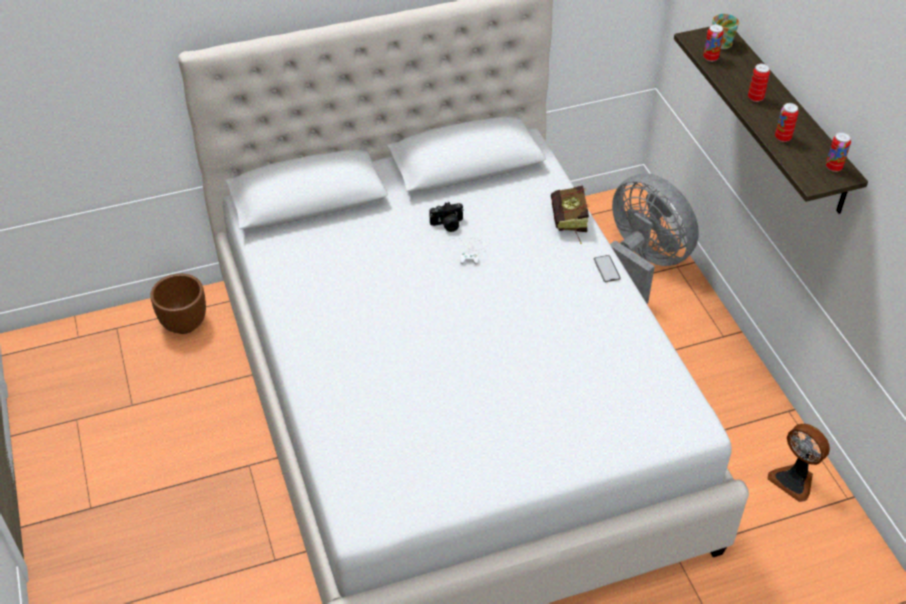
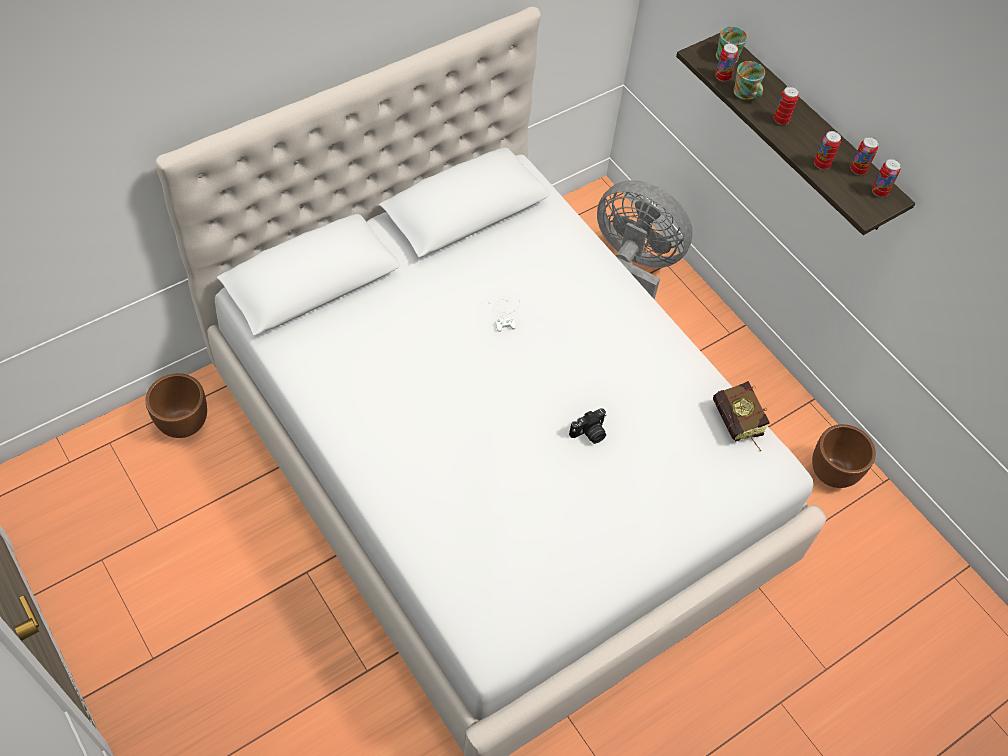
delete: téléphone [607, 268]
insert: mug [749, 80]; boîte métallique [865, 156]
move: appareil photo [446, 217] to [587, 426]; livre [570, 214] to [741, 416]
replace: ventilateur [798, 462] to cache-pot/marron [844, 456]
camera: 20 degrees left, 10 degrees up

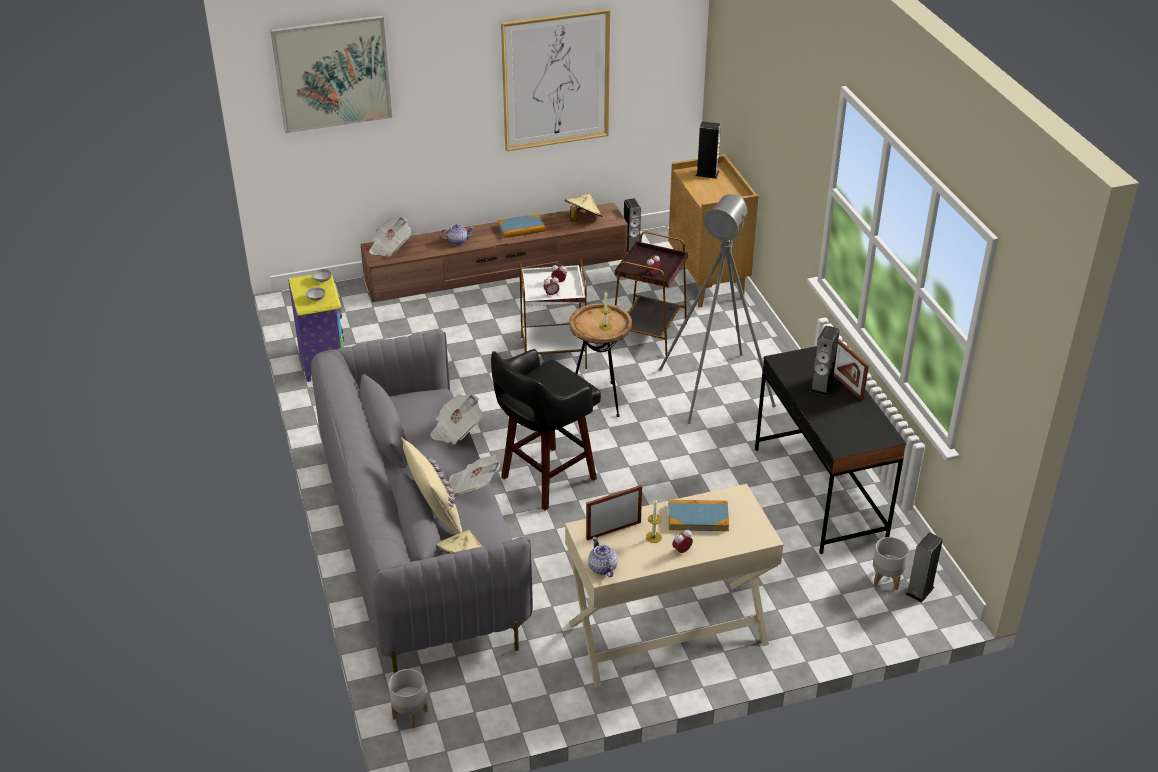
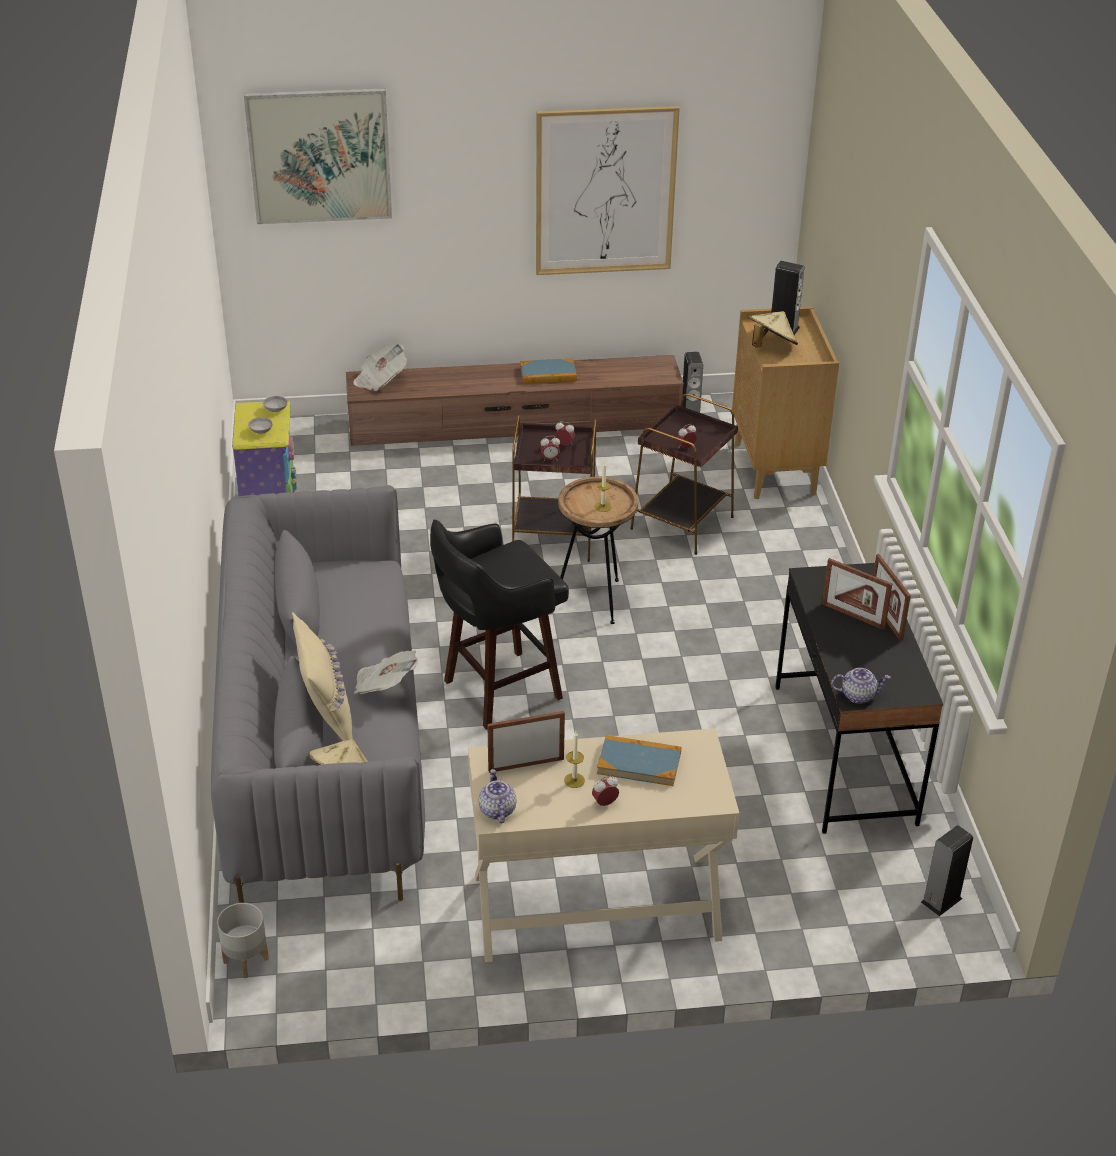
delete: journal [456, 419]; lampadaire/gris [717, 309]; cache-pot/gris [891, 563]
move: théière [457, 234] to [861, 686]; chapeau/beige [583, 208] to [773, 329]
replace: enceinte [825, 360] to cadre photo [857, 594]
recolor: table d'appoint/blanc [553, 315] to table d'appoint/marron [554, 488]
camera: 10 degrees right, 0 degrees up

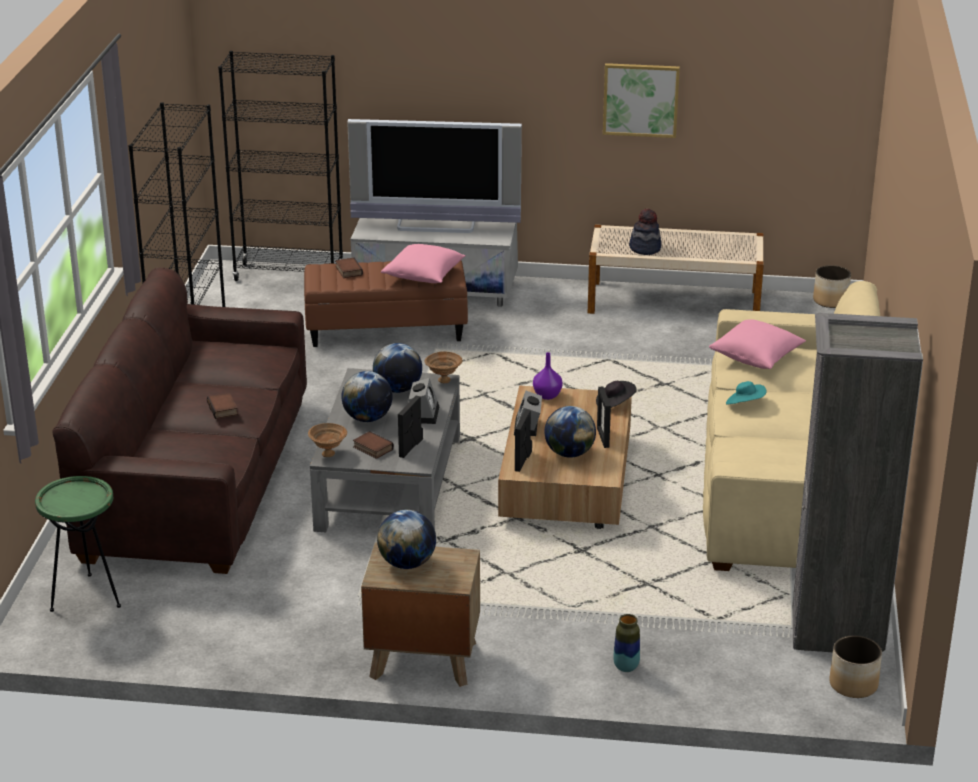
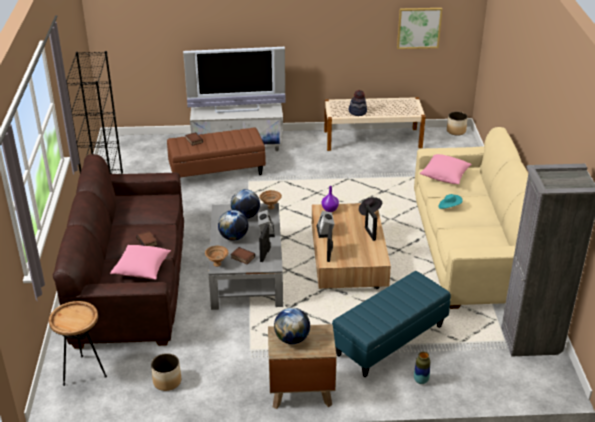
delete: bibliothèque/noir [281, 166]; globe [570, 432]
insert: pouf/bleu [391, 324]
move: coussin/rose [423, 263] to [140, 262]; tableau [641, 100] to [419, 28]; cache-pot [856, 666] to [166, 372]
recolor: table d'appoint/vert [78, 544] to table d'appoint/marron [78, 343]
camera: 10 degrees left, 5 degrees up

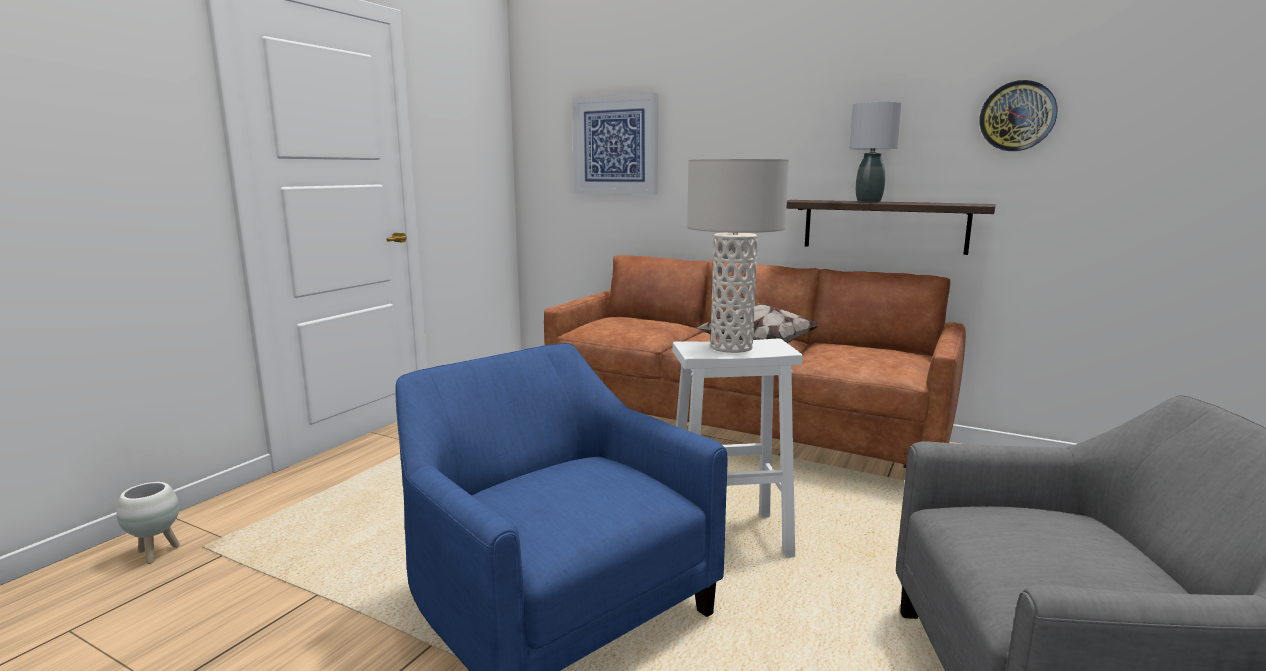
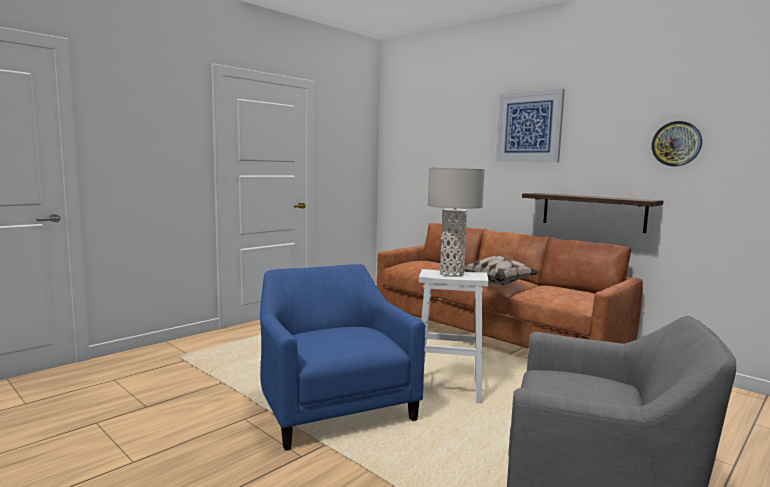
delete: cache-pot/blanc [148, 523]; lampe de table/gris [875, 152]
move: tableau [615, 144] to [530, 125]
camera: 15 degrees right, 5 degrees down

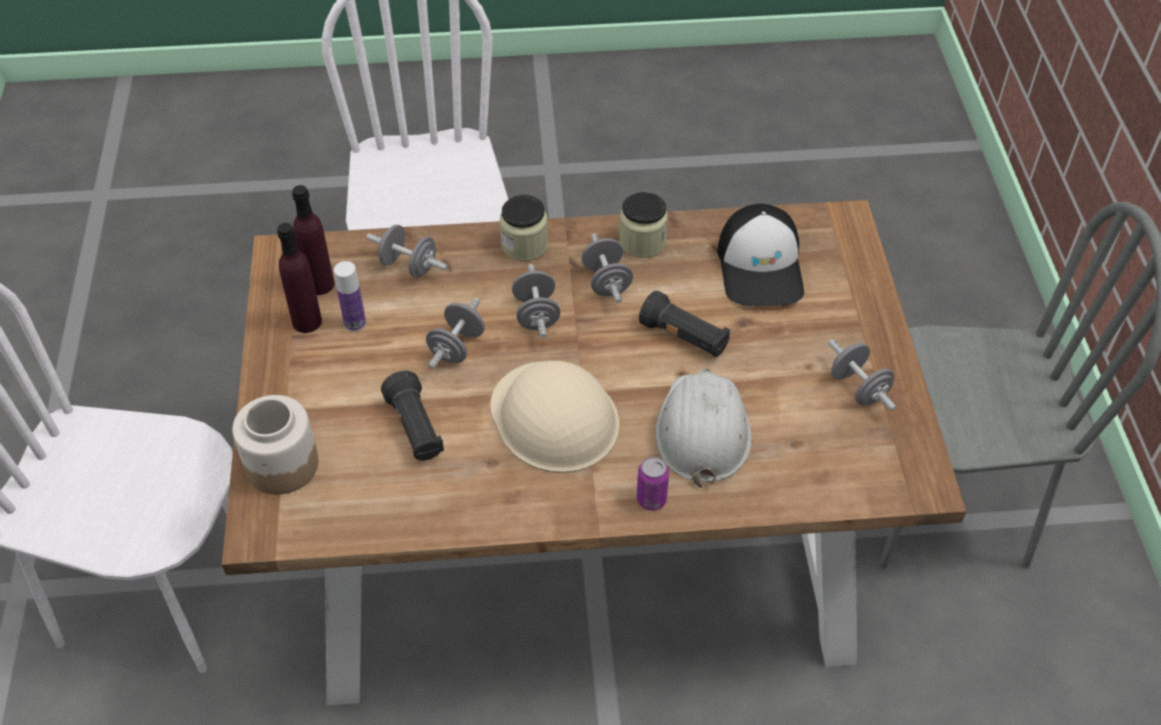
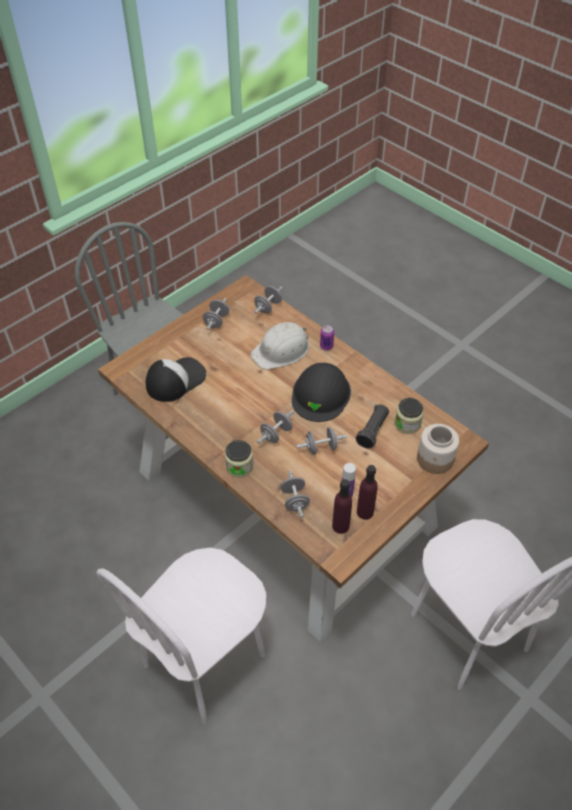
delete: lampe de poche/noir [684, 324]
move: haltère/gris [607, 268] to [268, 300]; bocal [643, 225] to [409, 416]
recolor: casque de chantier/beige [554, 417] to casque de chantier/noir [321, 392]
camera: 130 degrees left, 0 degrees up

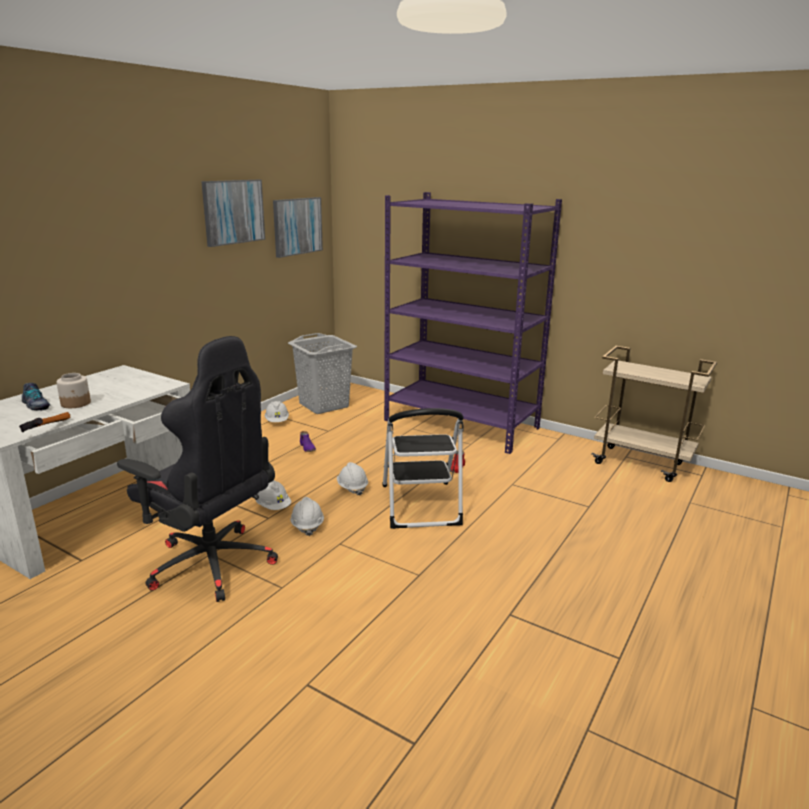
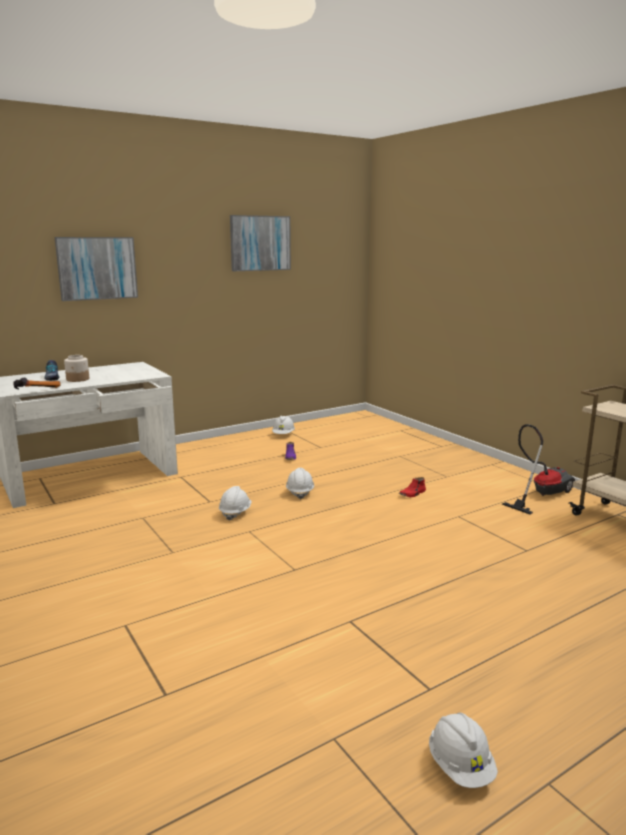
delete: chaise de bureau/noir [197, 469]; panier à linge/gris [322, 373]; escabeau [423, 468]; bibliothèque/violet [473, 323]
insert: aspirateur [538, 469]
move: casque de chantier/blanc [274, 495] to [463, 750]; tableau [298, 227] to [96, 269]
camera: 25 degrees right, 5 degrees down

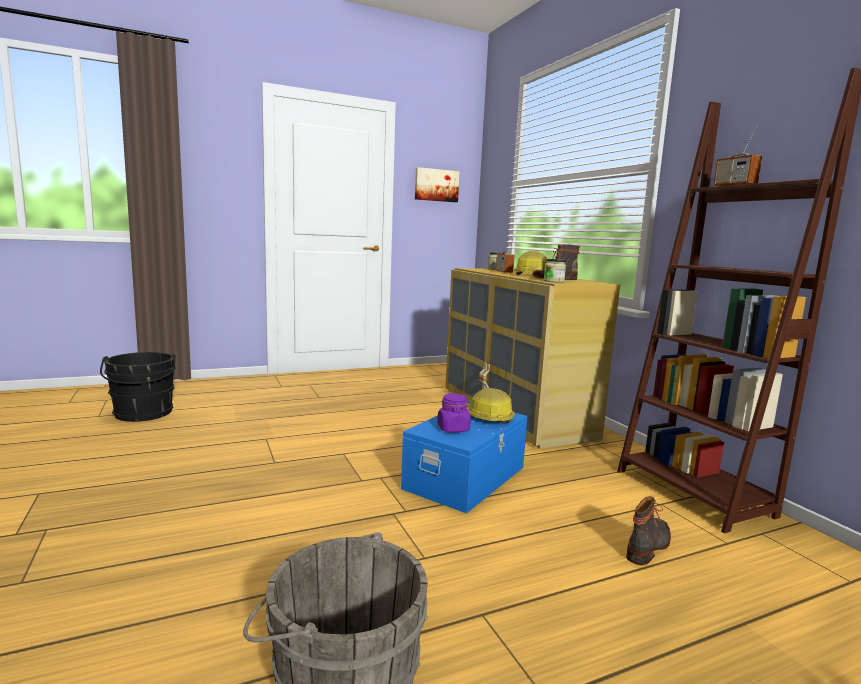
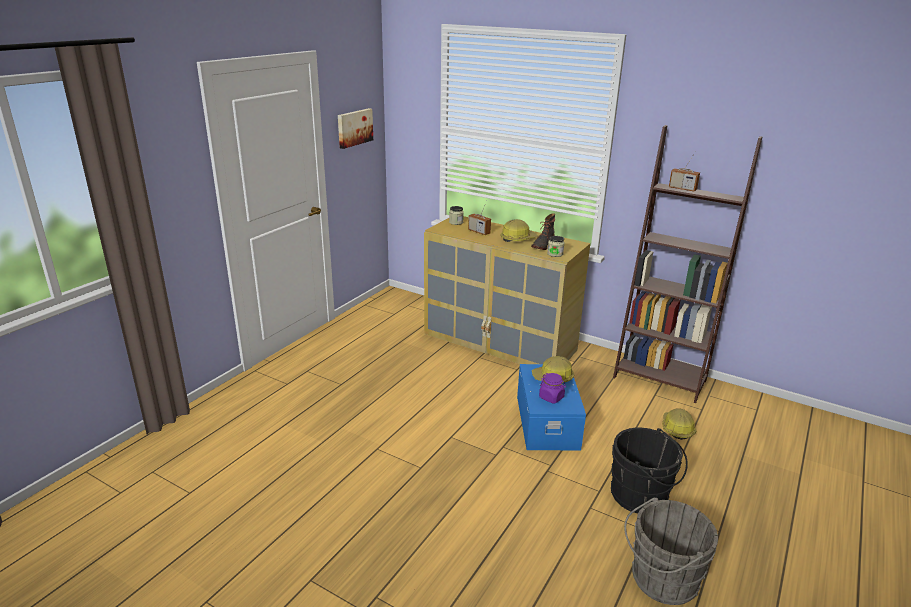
move: seau/noir [138, 387] to [649, 470]
replace: botte [648, 530] to casque de chantier [679, 424]
camera: 35 degrees left, 15 degrees up

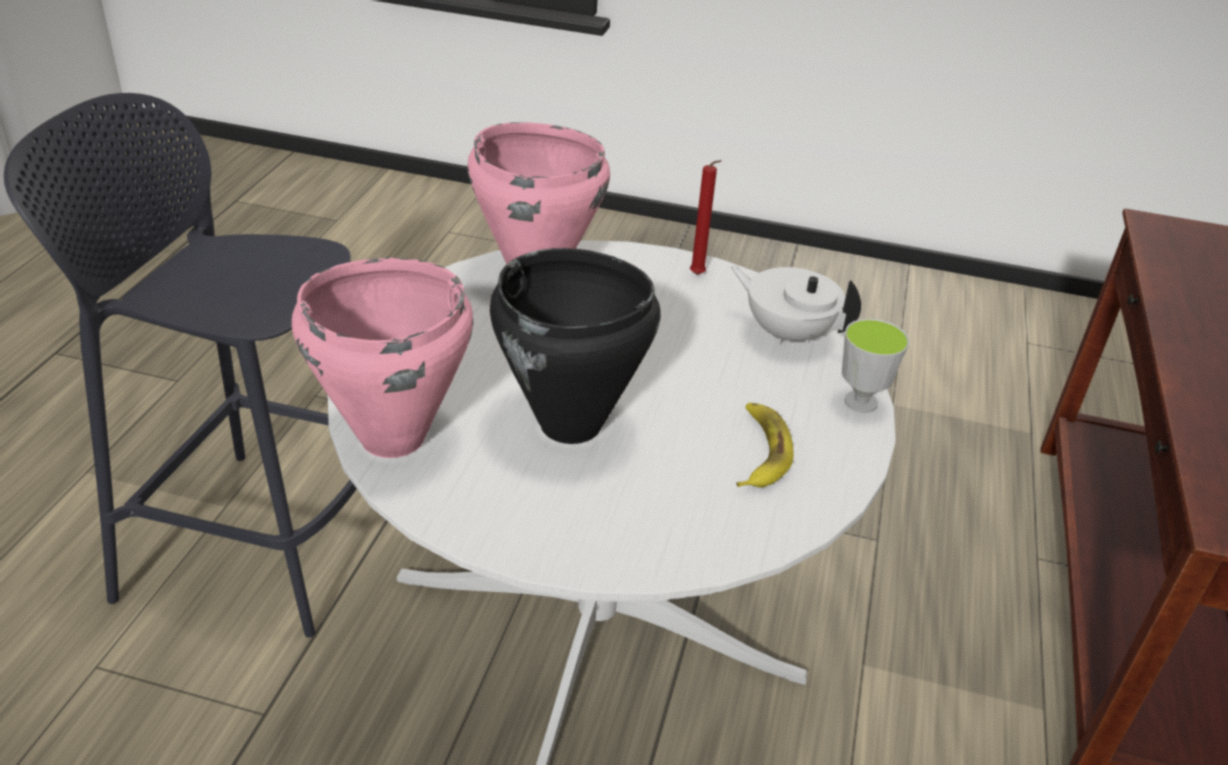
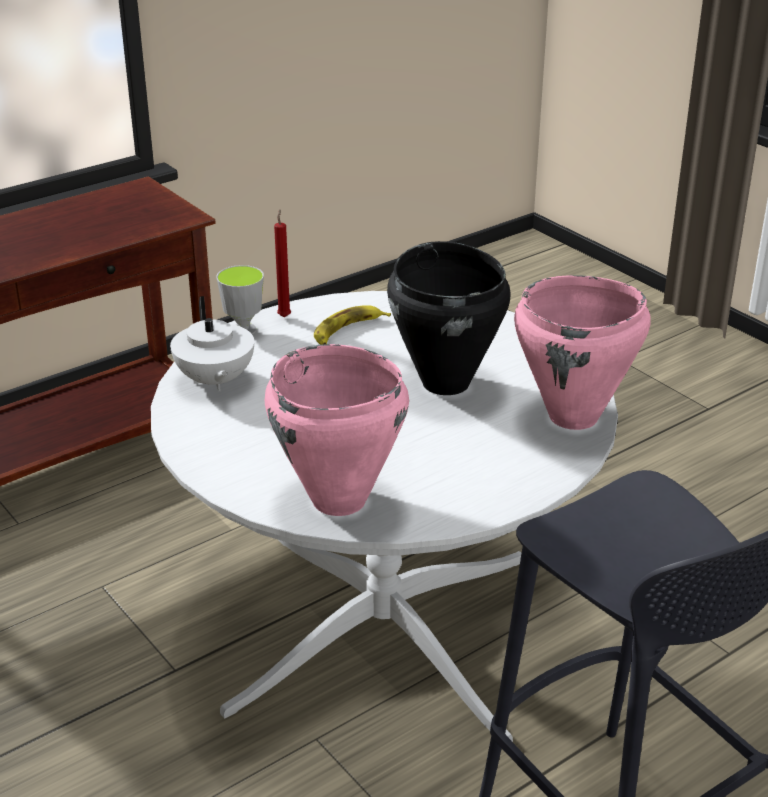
move: bougie/rouge [706, 217] to [282, 263]
camera: 140 degrees left, 5 degrees down

